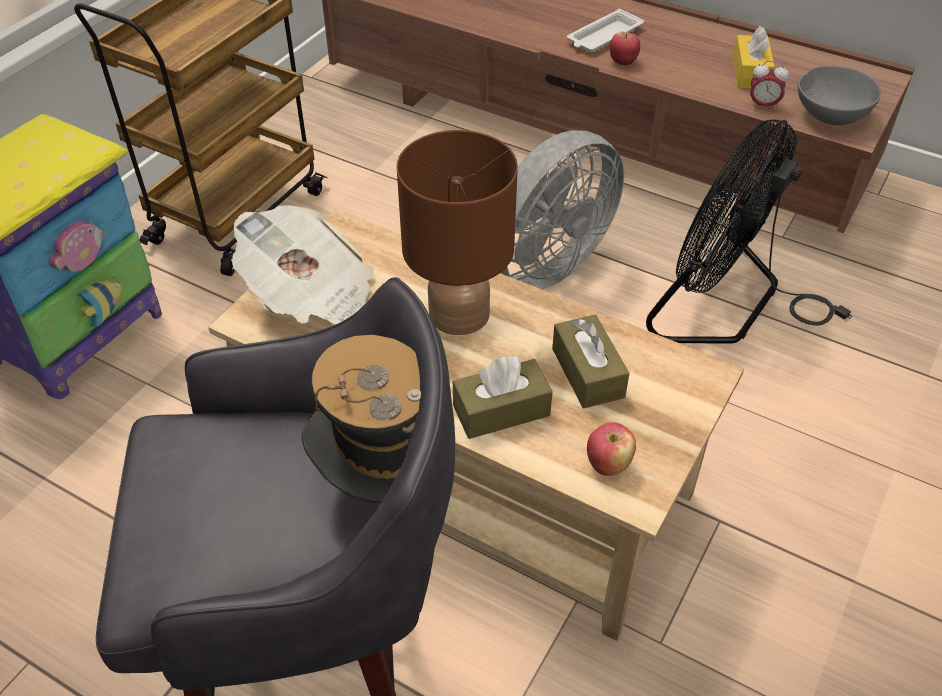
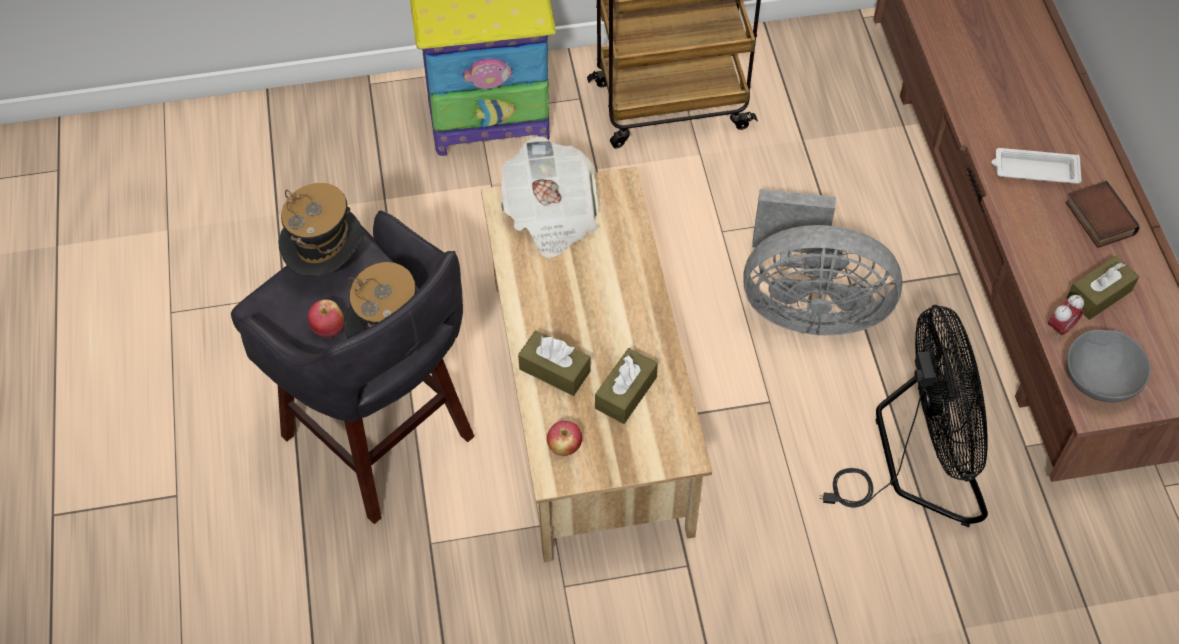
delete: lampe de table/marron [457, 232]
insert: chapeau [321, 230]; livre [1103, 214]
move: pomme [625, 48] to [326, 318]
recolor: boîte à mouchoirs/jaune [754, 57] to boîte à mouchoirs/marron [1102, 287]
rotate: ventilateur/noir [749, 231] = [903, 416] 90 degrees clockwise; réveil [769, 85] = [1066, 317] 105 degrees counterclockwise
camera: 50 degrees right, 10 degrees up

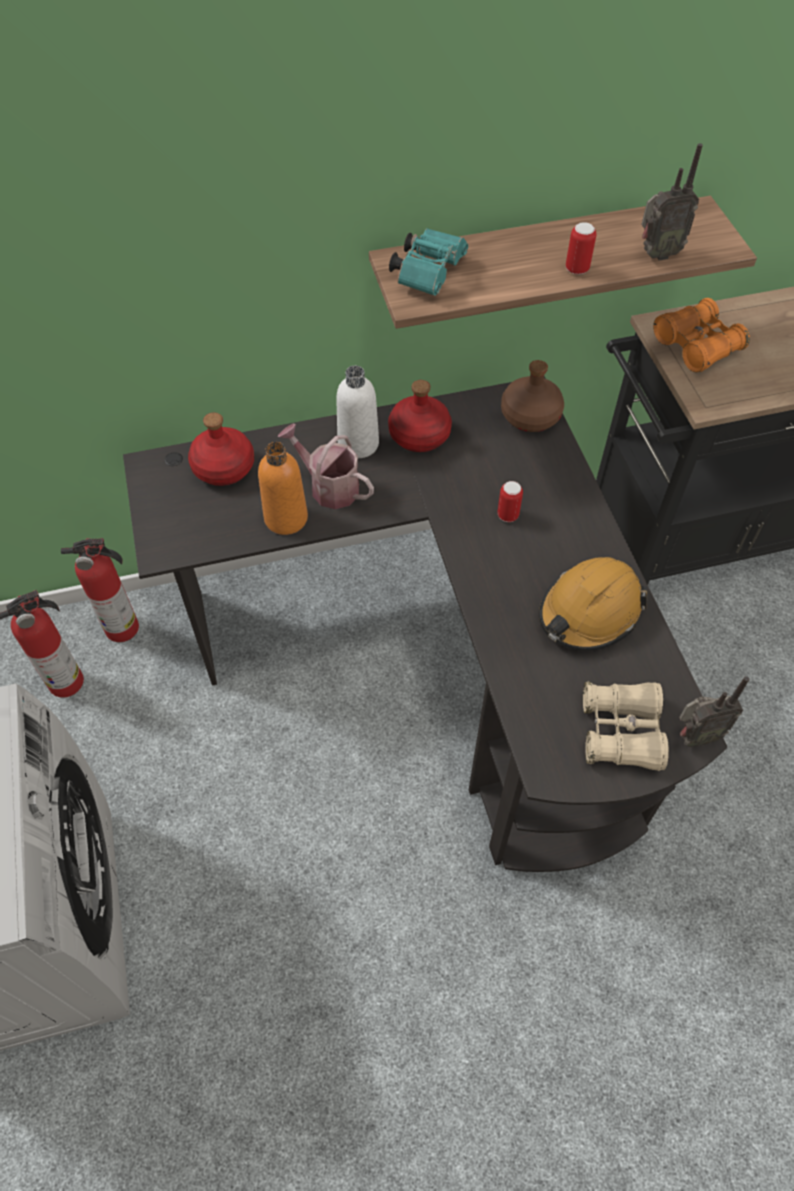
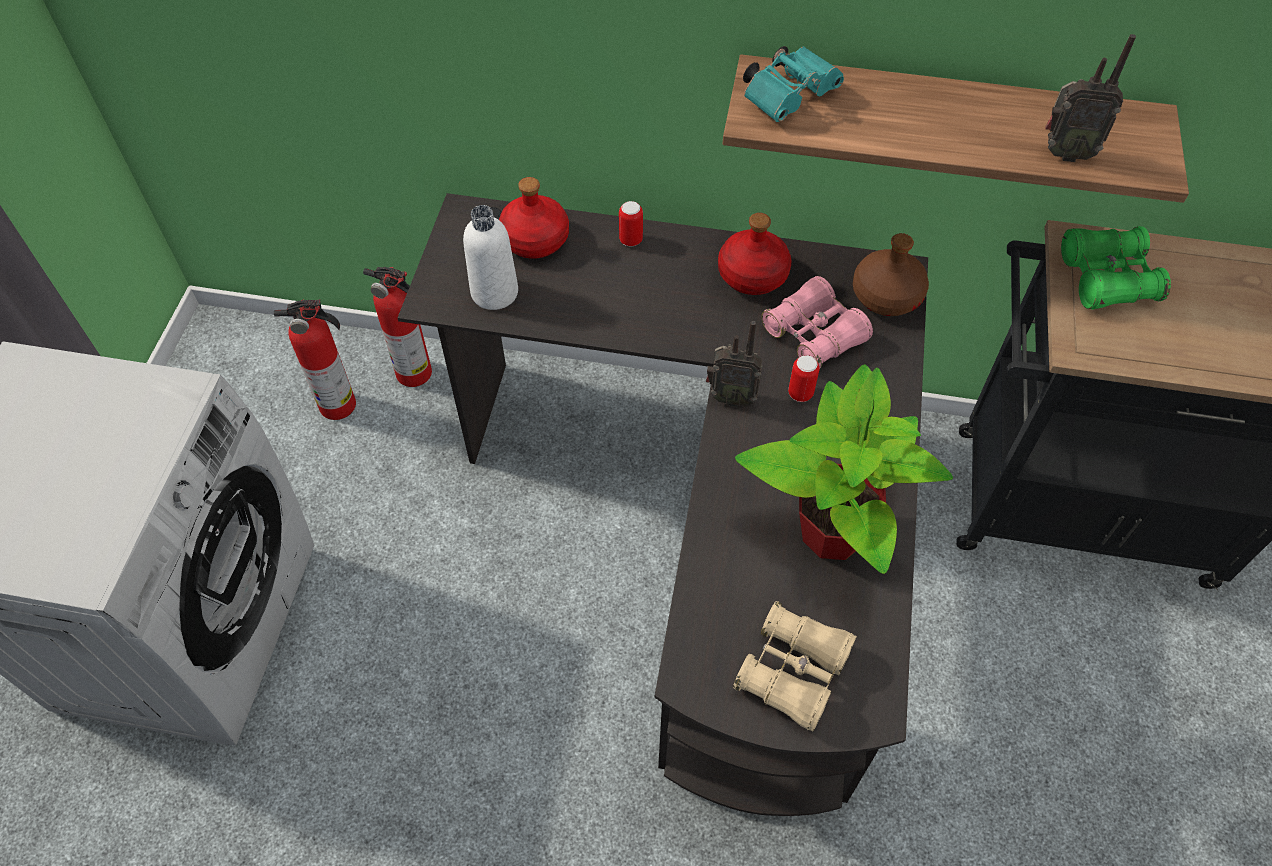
delete: bouteille/orange [283, 488]; arrosoir [326, 466]
insert: jumelles/rose [817, 322]
move: bouteille/blanc [357, 412] to [490, 257]; boîte métallique [581, 248] to [631, 223]; radio [714, 711] to [734, 364]
replace: casque de chantier/orange [593, 604] to plante en pot [844, 469]
recolor: jumelles/orange [701, 335] to jumelles/vert [1116, 267]
camera: 25 degrees right, 0 degrees up

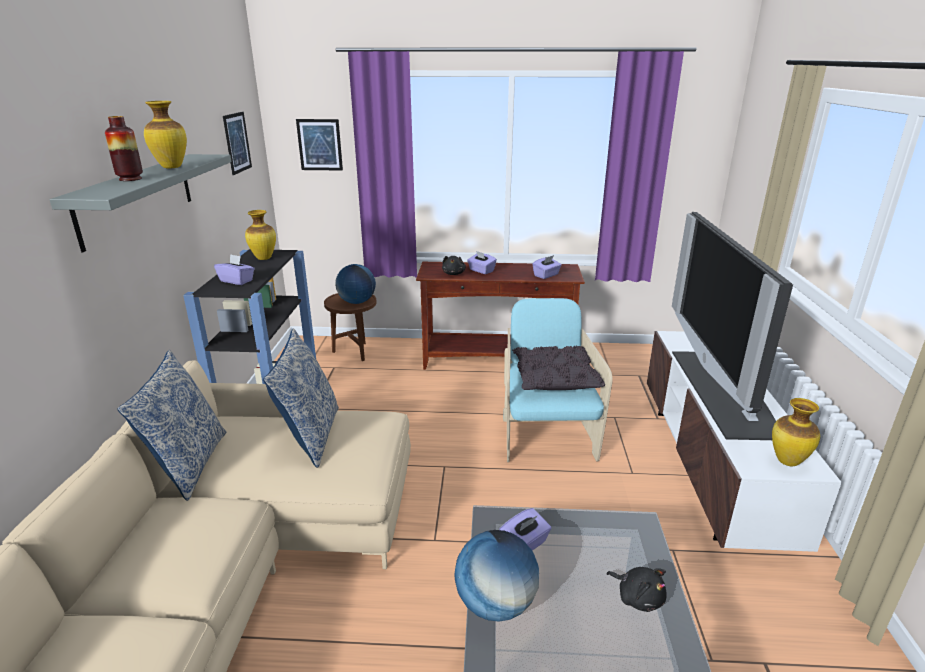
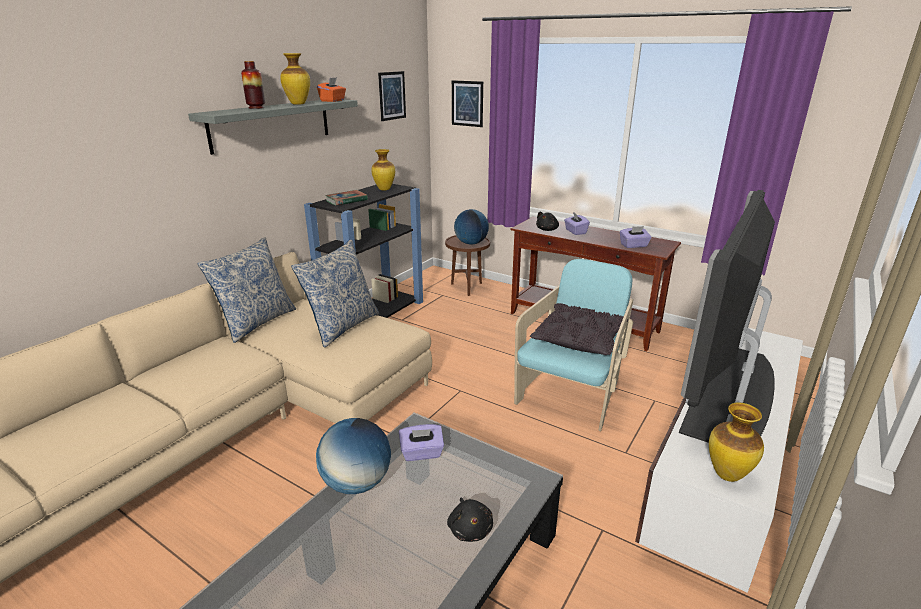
insert: boîte à mouchoirs/orange [331, 89]
replace: boîte à mouchoirs/violet [234, 269] to livre [346, 198]
camera: 30 degrees right, 0 degrees up

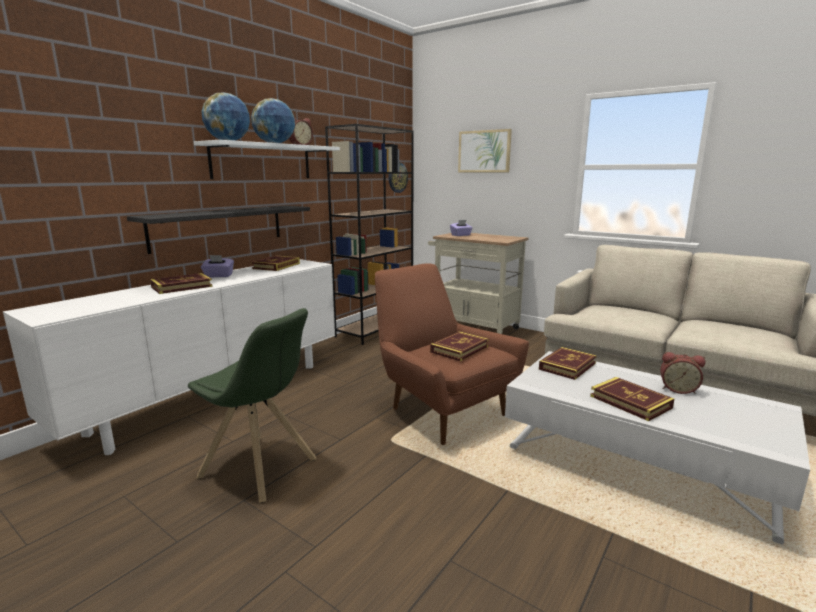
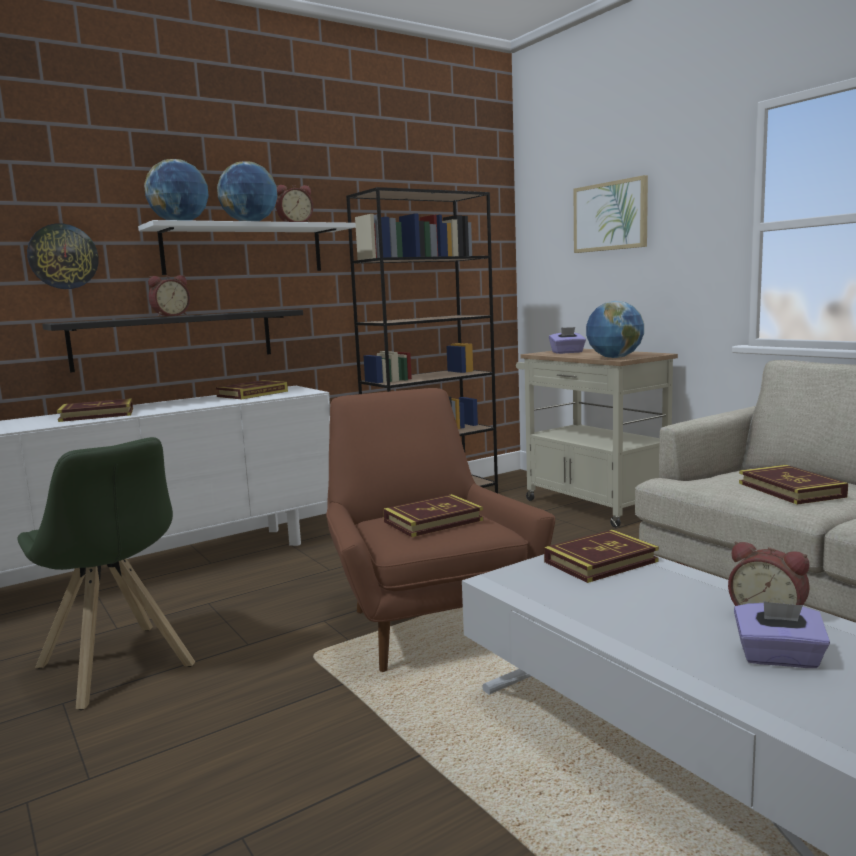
insert: réveil [169, 296]; globe [615, 329]
move: boîte à mouchoirs/violet [217, 266] to [782, 634]; horloge murale [398, 177] to [63, 256]; livre [632, 399] to [793, 485]
camera: 20 degrees right, 5 degrees down

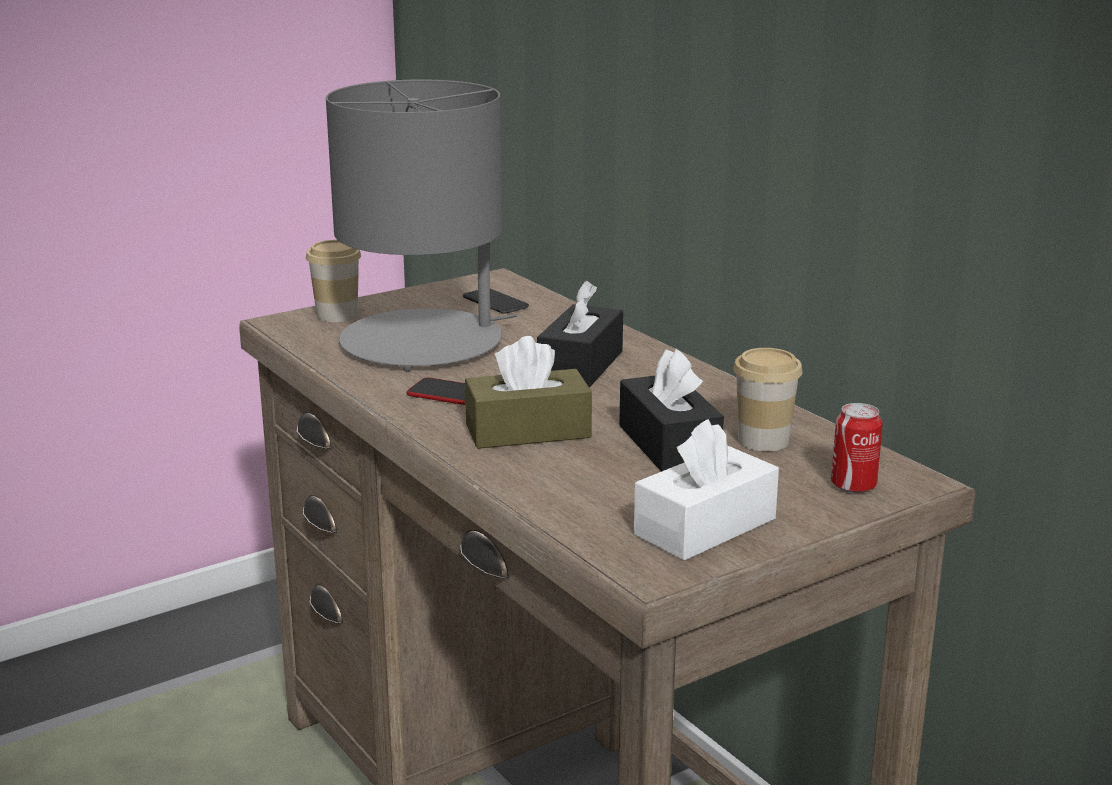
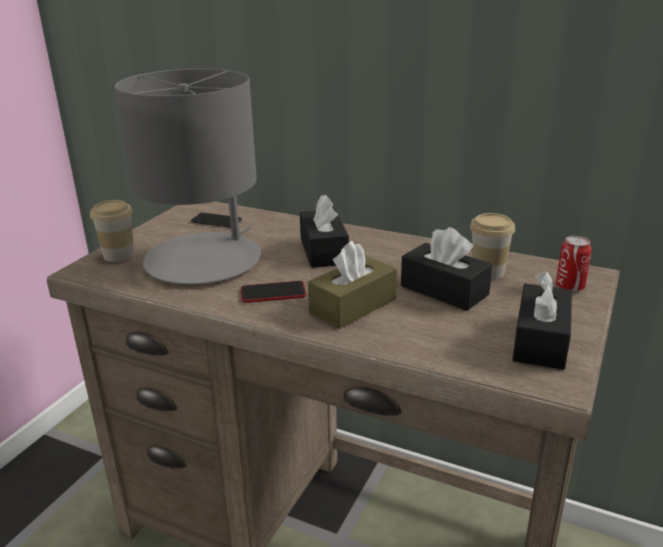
recolor: boîte à mouchoirs/blanc [706, 490] to boîte à mouchoirs/noir [542, 320]
camera: 30 degrees left, 5 degrees up

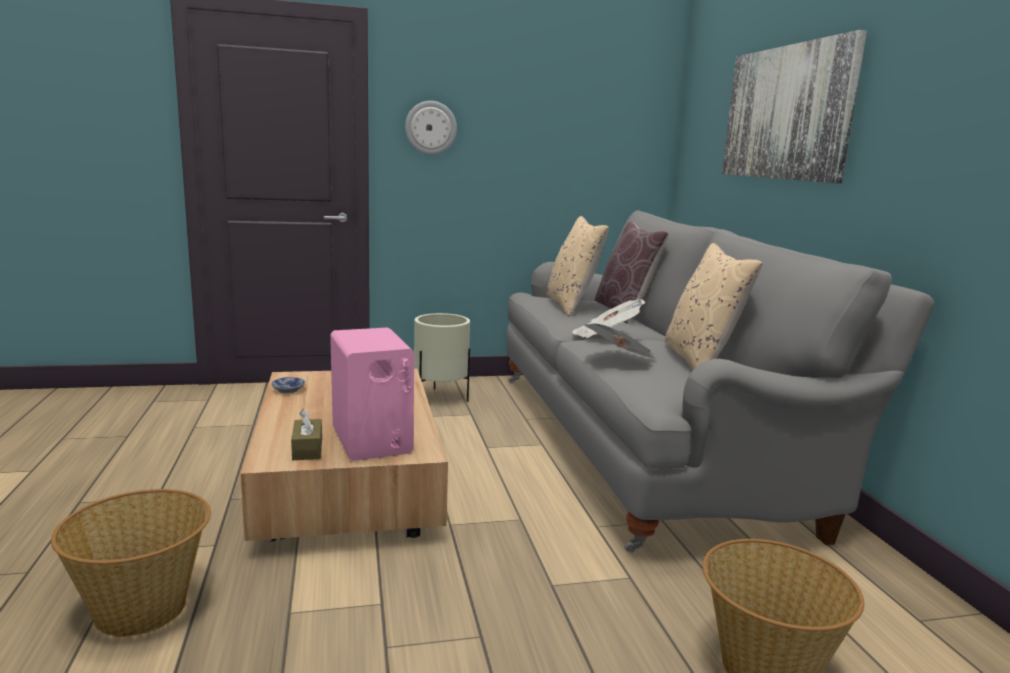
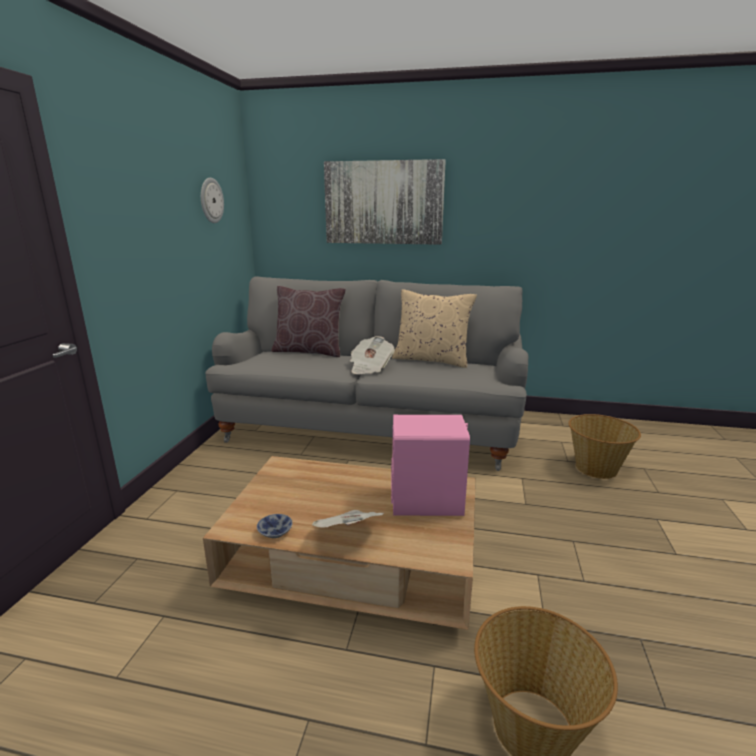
delete: boîte à mouchoirs/marron [306, 434]; cache-pot/beige [442, 357]; coussin/beige [578, 266]
move: horloge murale [431, 128] to [212, 200]; journal [620, 340] to [347, 519]
camera: 65 degrees left, 5 degrees up

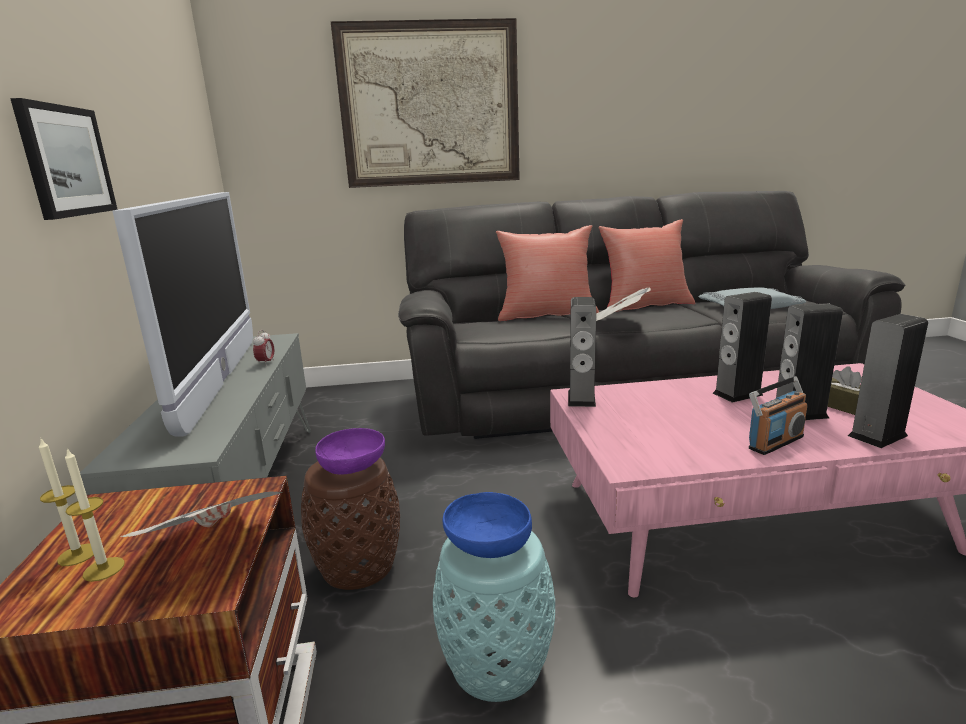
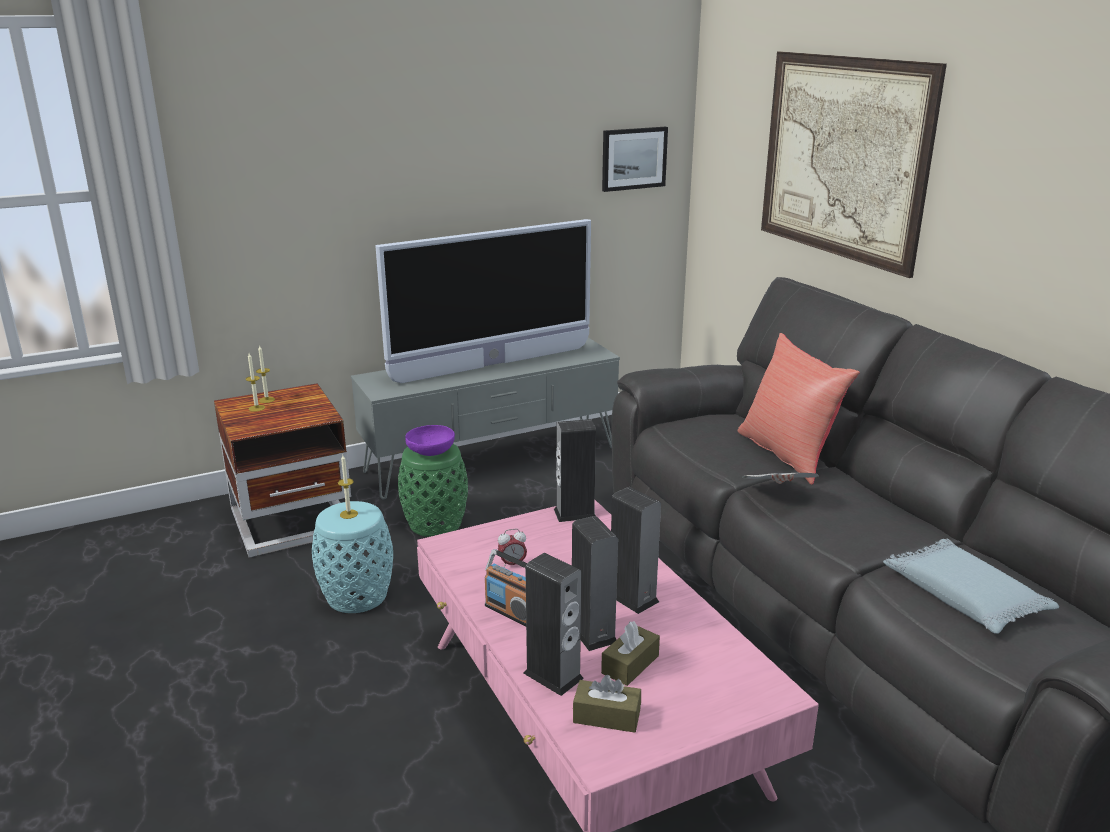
delete: journal [202, 514]; coussin/rouge [646, 265]
insert: boîte à mouchoirs/marron [607, 704]
move: tableau [64, 159] to [635, 159]; réveil [263, 348] to [512, 548]
replace: bol/bleu [487, 525] to bougie [348, 487]
recolor: tabouret/marron [350, 523] to tabouret/vert [433, 490]
camera: 70 degrees right, 5 degrees up

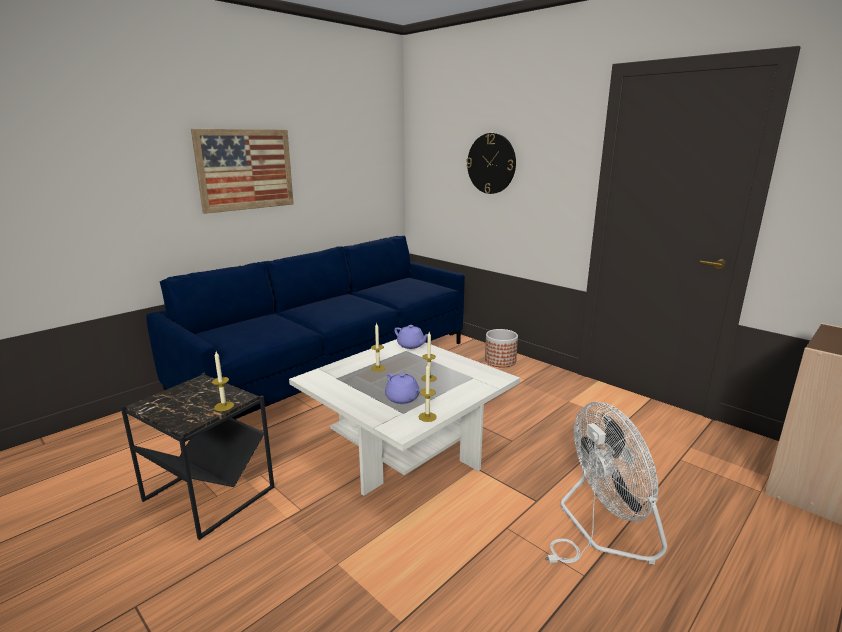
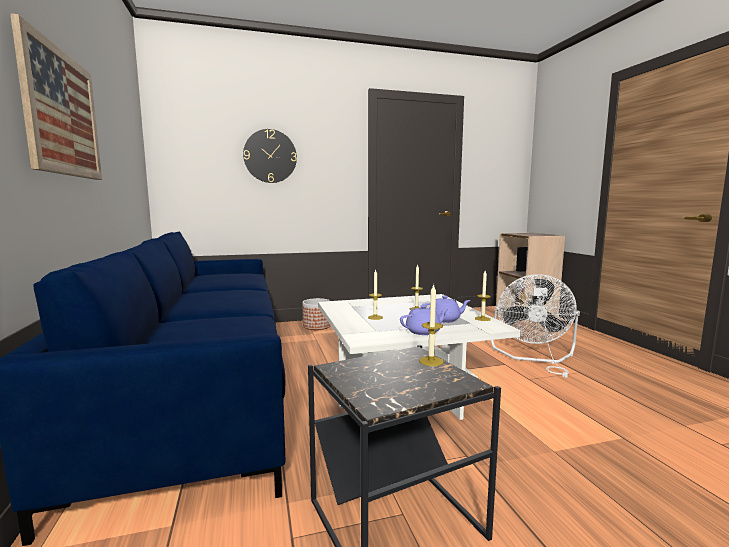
move: théière/violet [411, 337] to [424, 320]
camera: 60 degrees left, 10 degrees down

